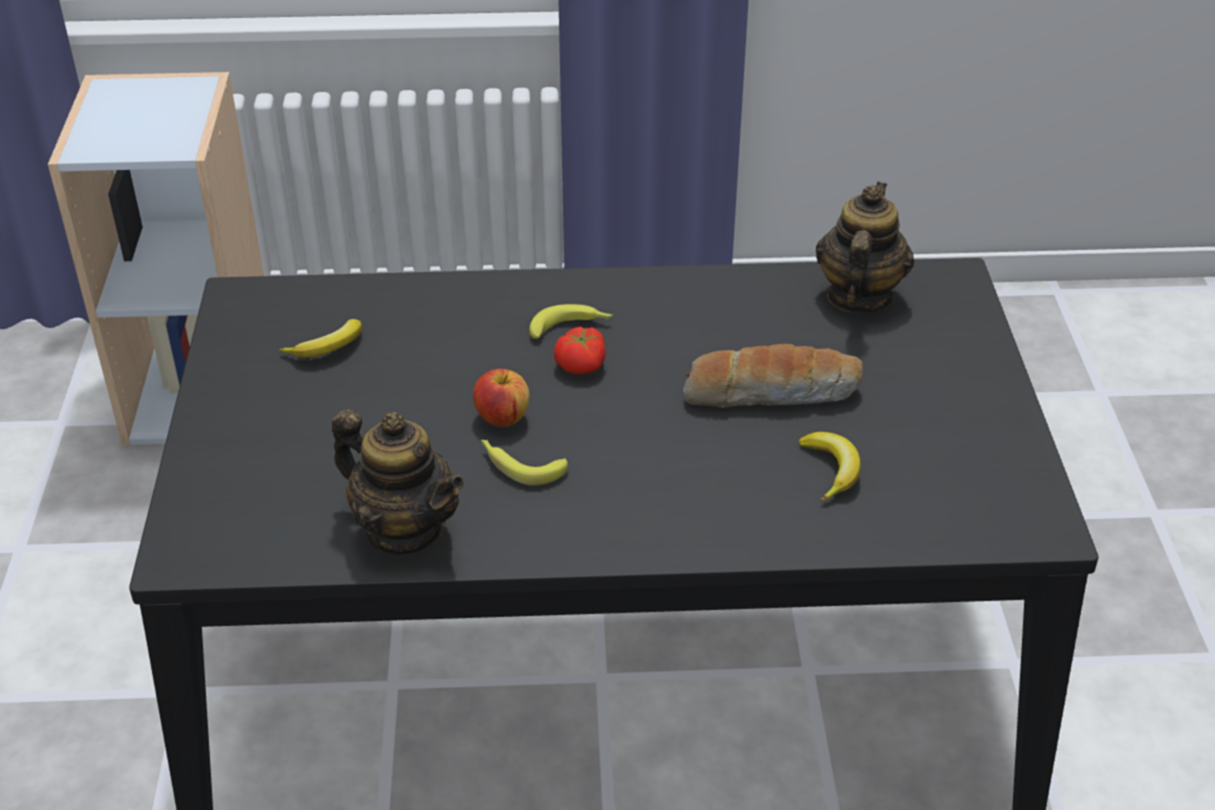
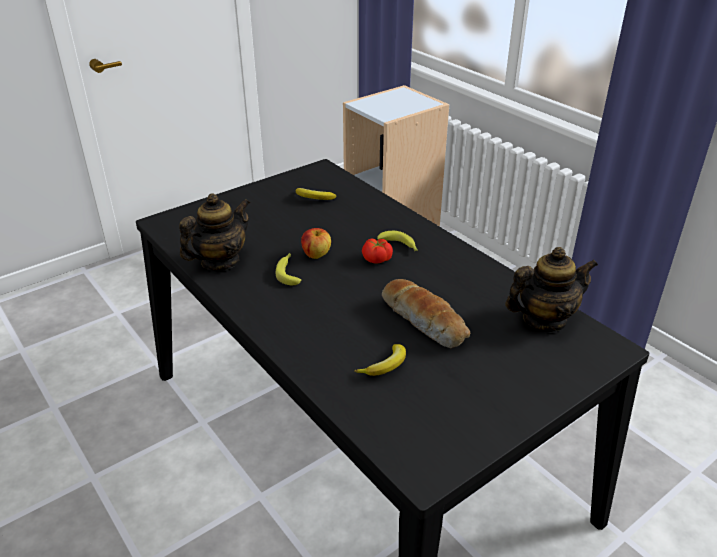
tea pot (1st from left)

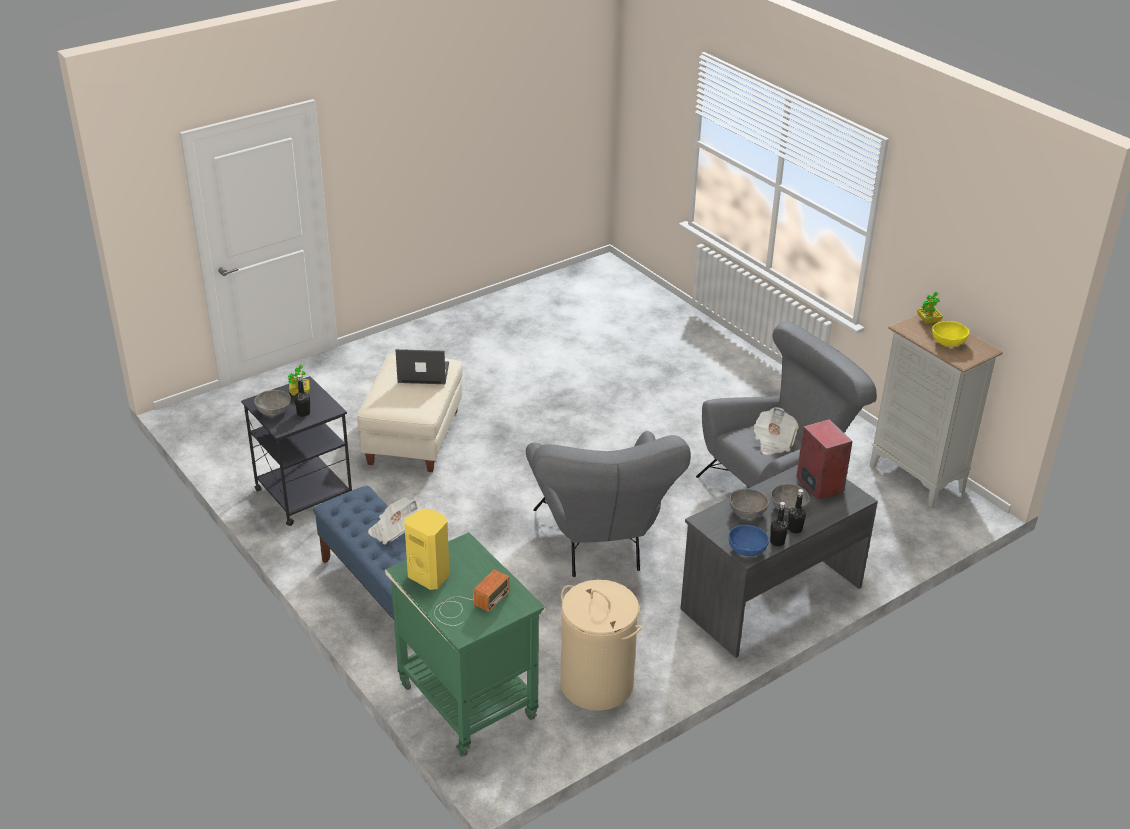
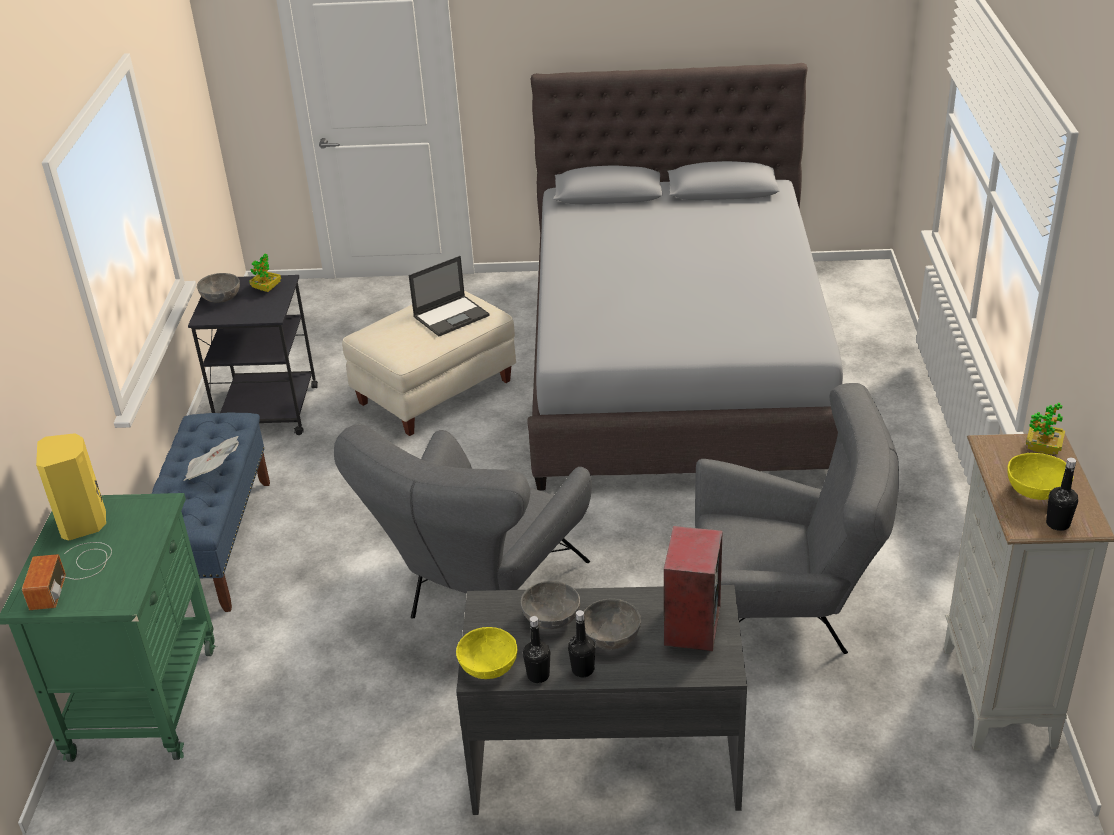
beige laundry basket; daily paper (2nd from left in the first image); grey bedroom bed; black-coloured beverage bottle (3rd from left); yellow-coloured serving bowl (1st from left); notebook computer; radio receiver

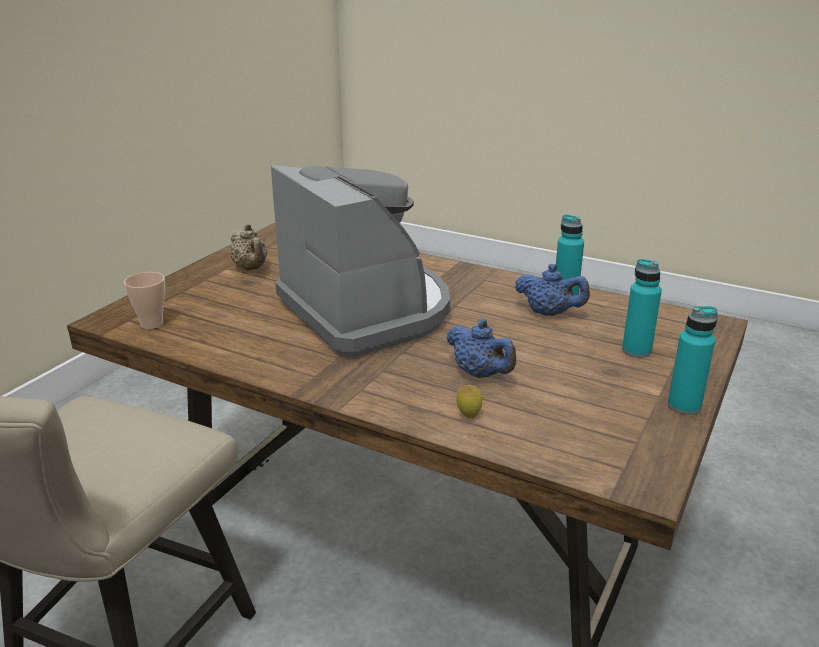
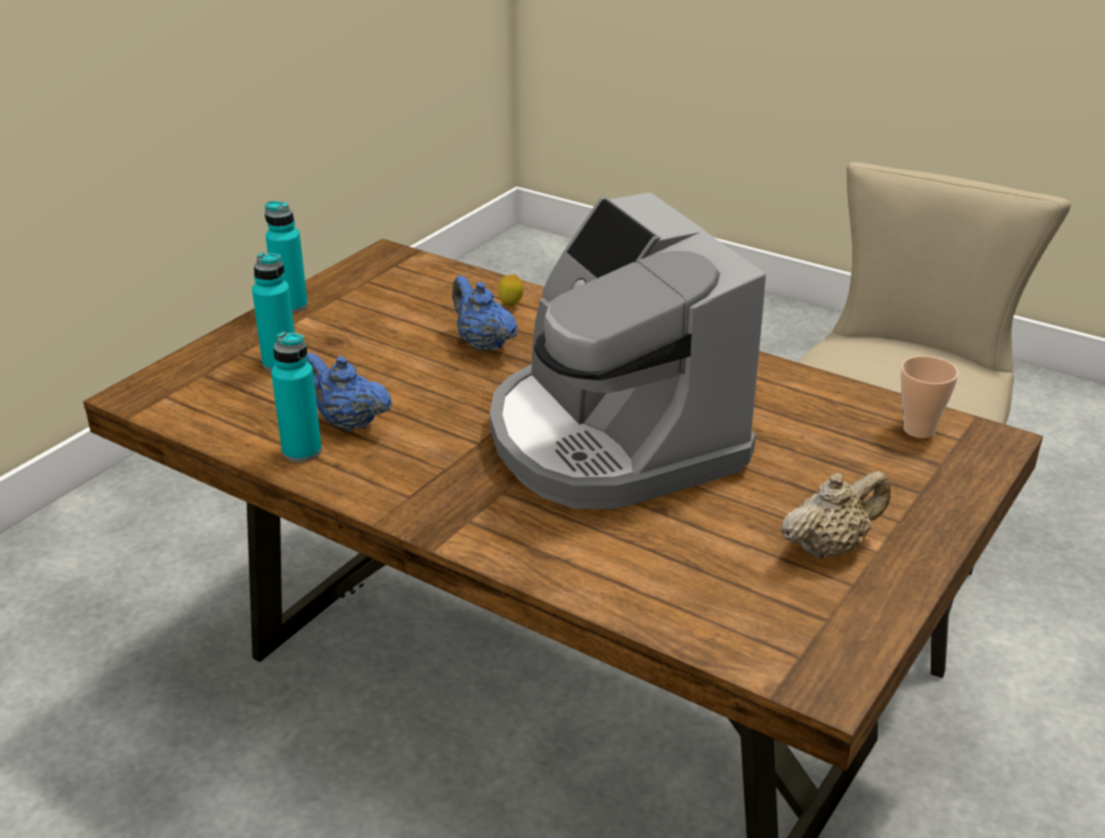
beige tea pot

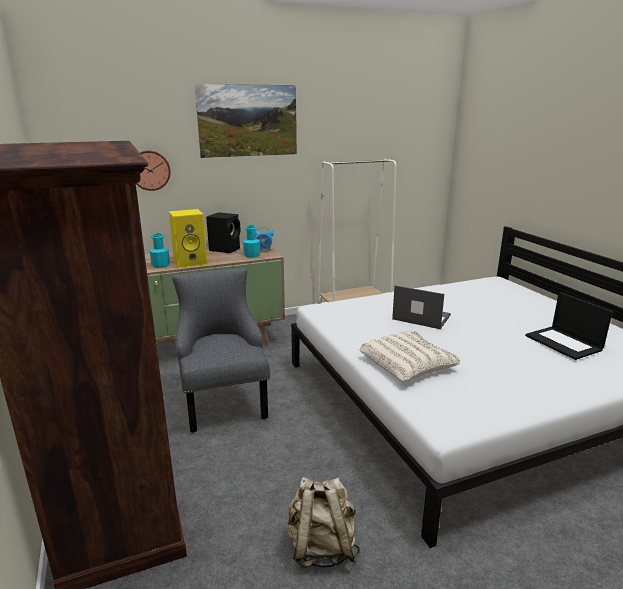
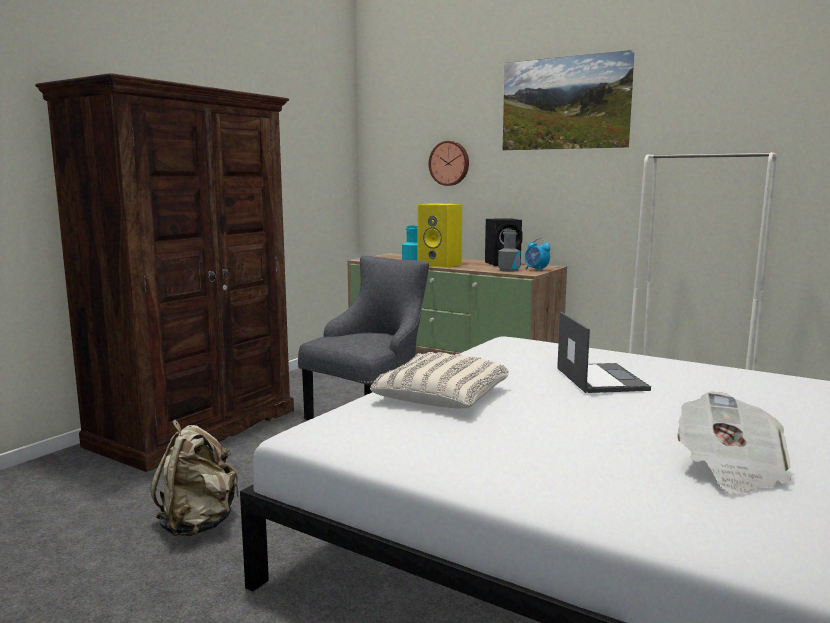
daily paper; grey beverage bottle

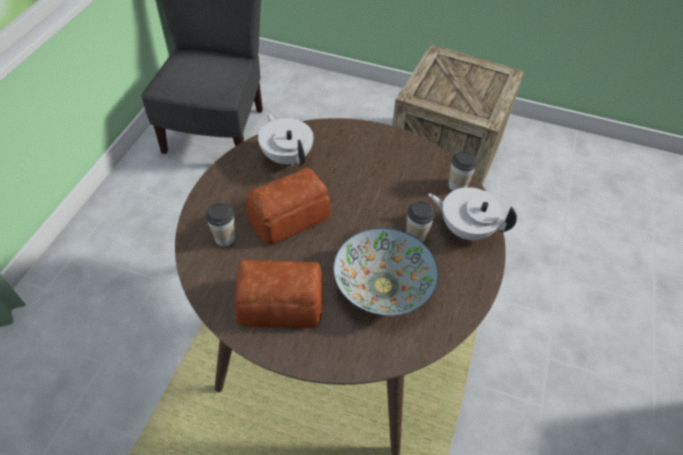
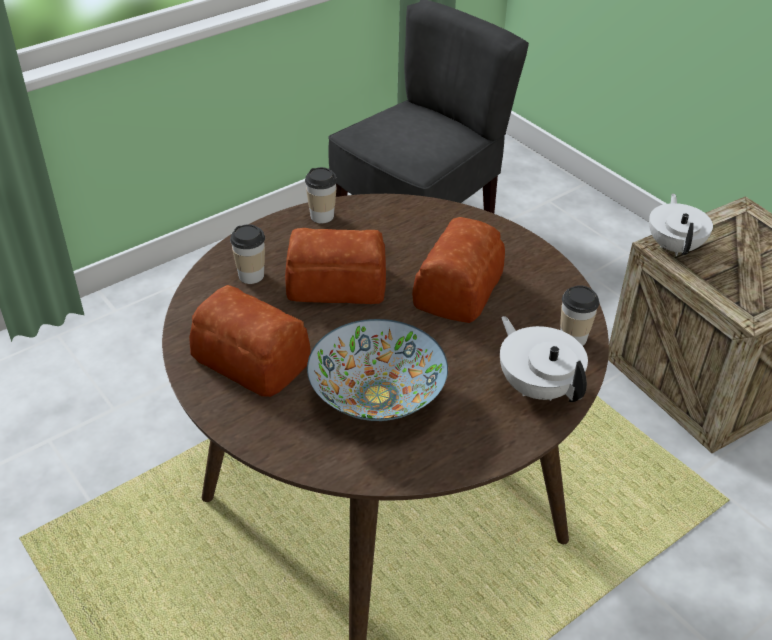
bakery bread (3rd from left); white tea pot (2nd from left); drinking cup (2nd from left)

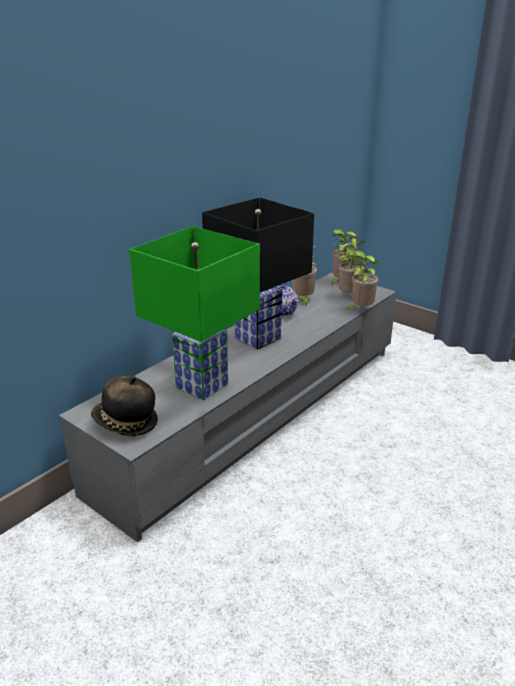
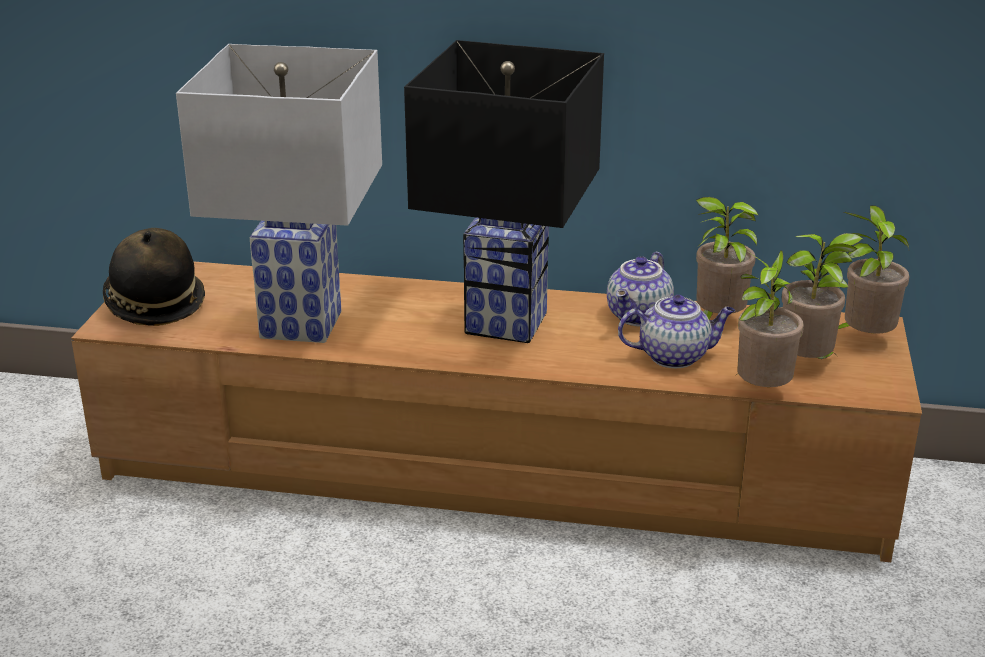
tea pot (2nd from left); brownish tv unit; white lamp for a table

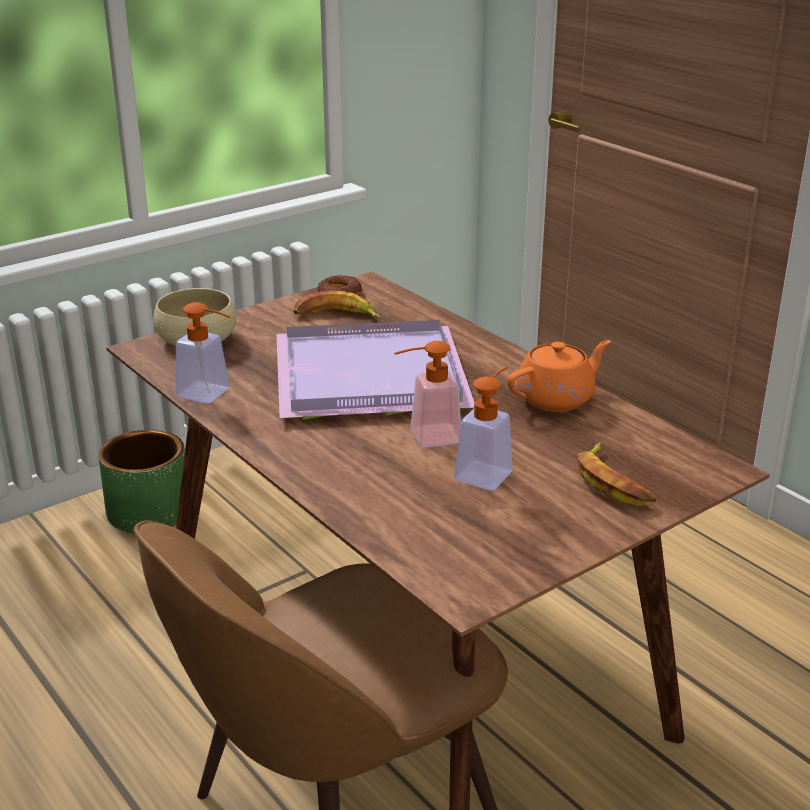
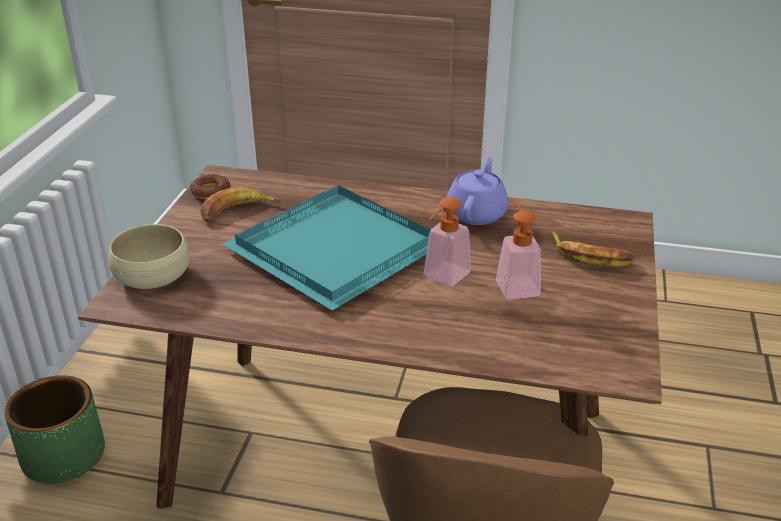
soap dispenser (1st from left in the first image); turquoise tray; purple-coloured tea pot

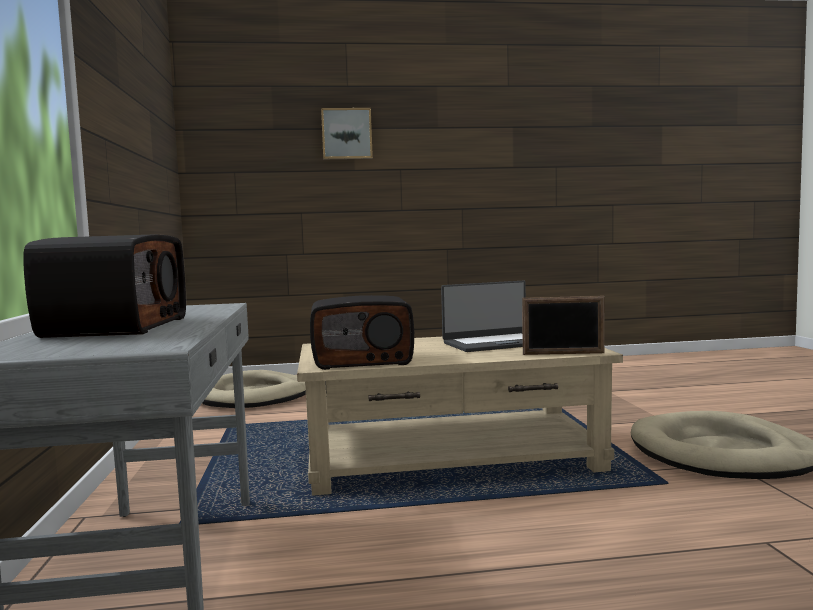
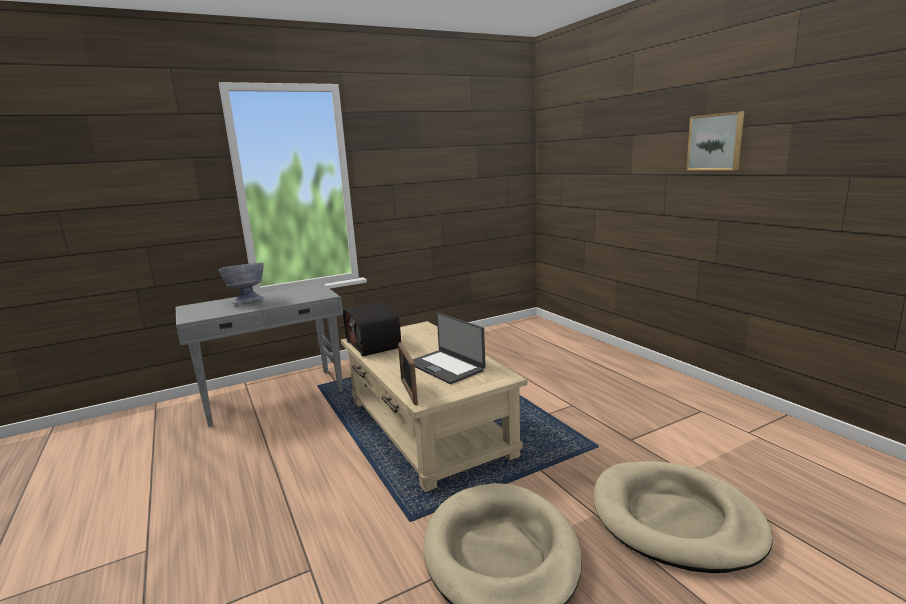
beige dog bed (2nd from left); picture; grey serving bowl

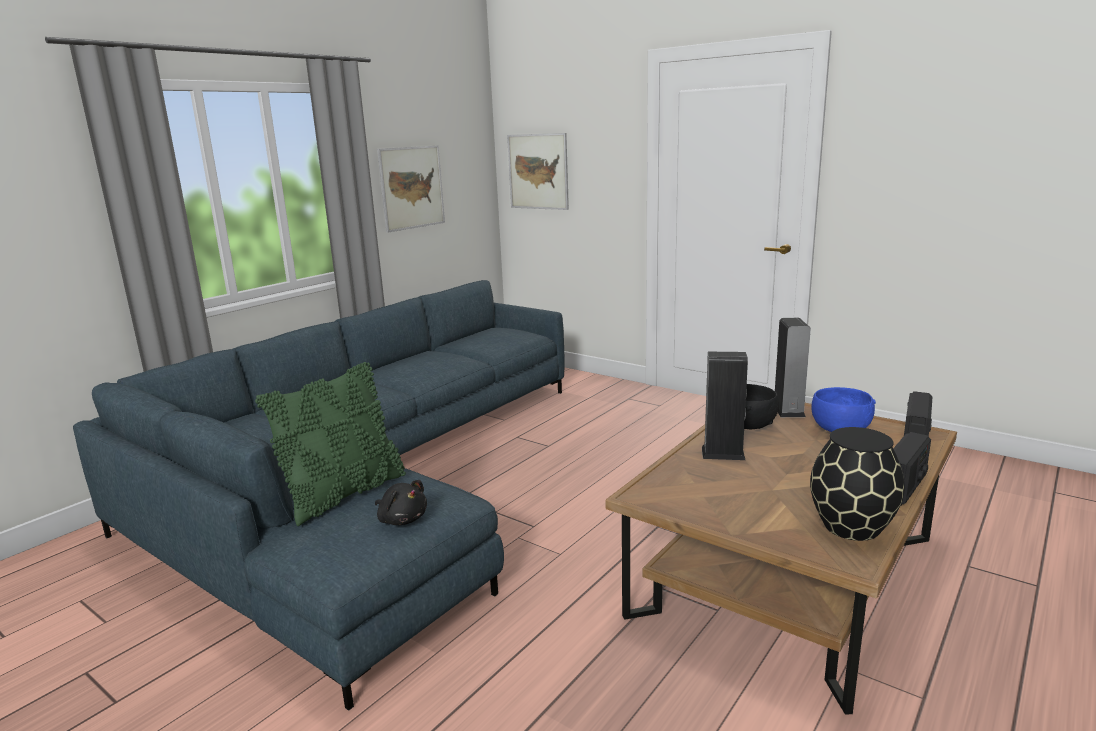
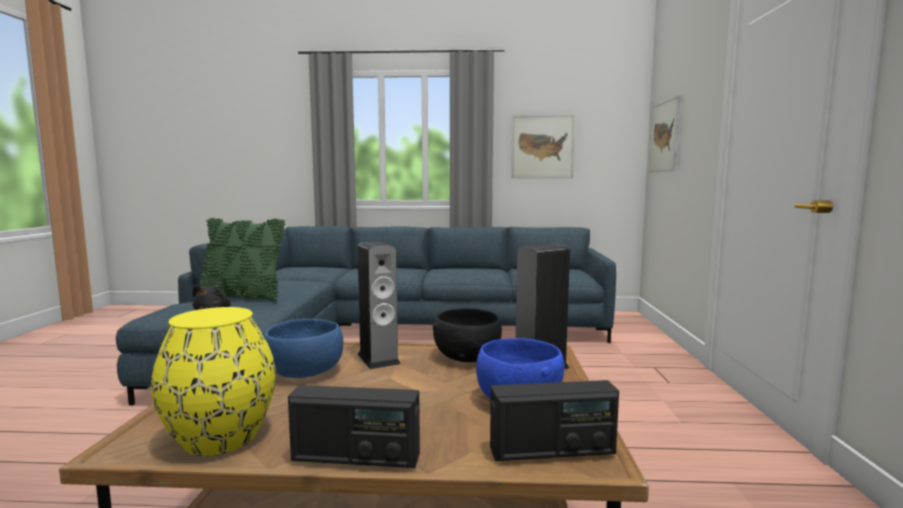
blue serving bowl (1st from left); yellow-coloured decorative vase

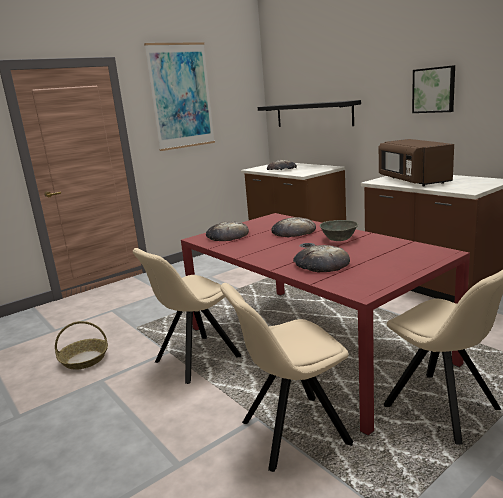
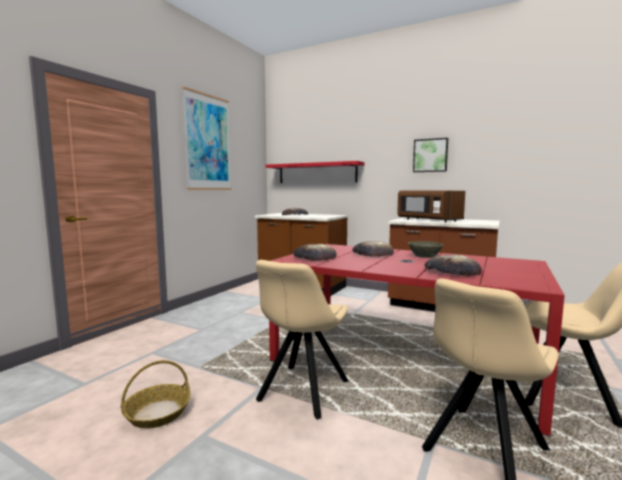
reddish wall shelf

